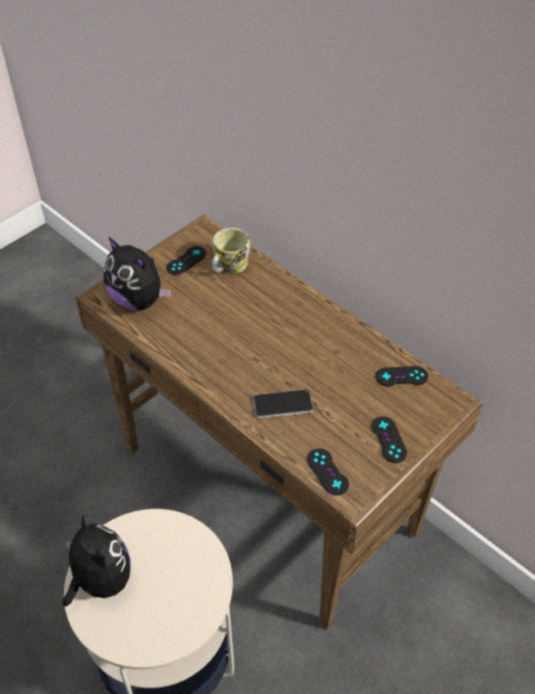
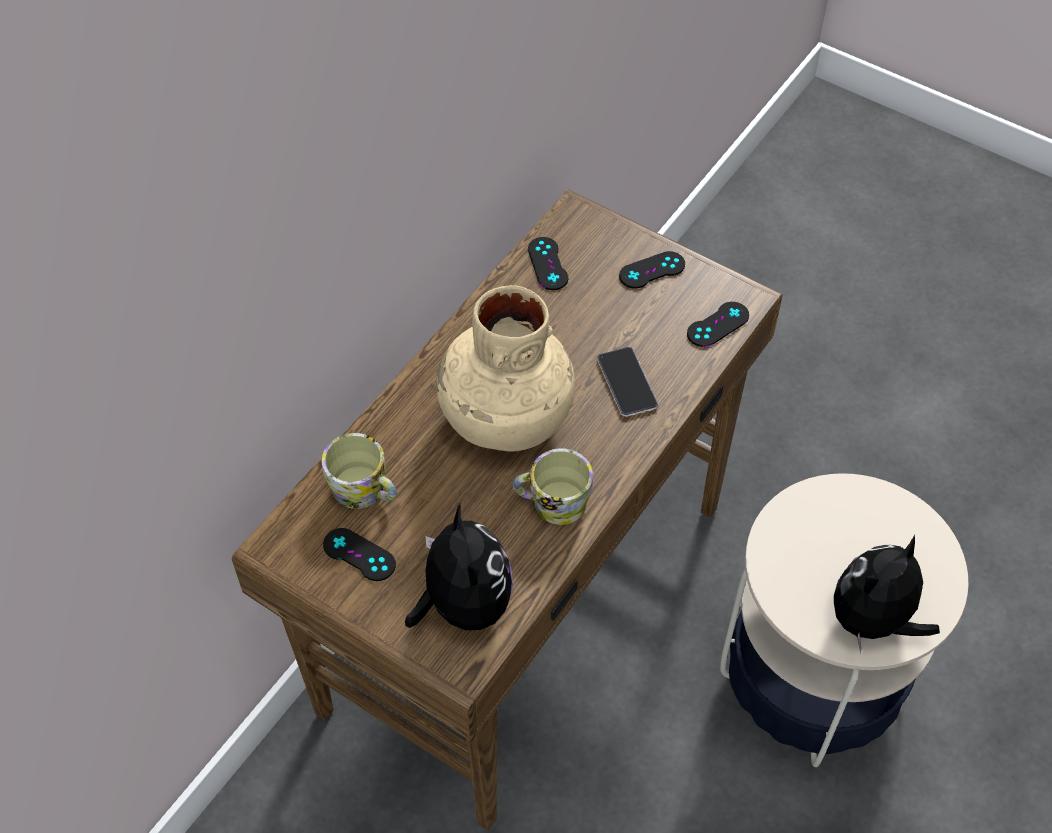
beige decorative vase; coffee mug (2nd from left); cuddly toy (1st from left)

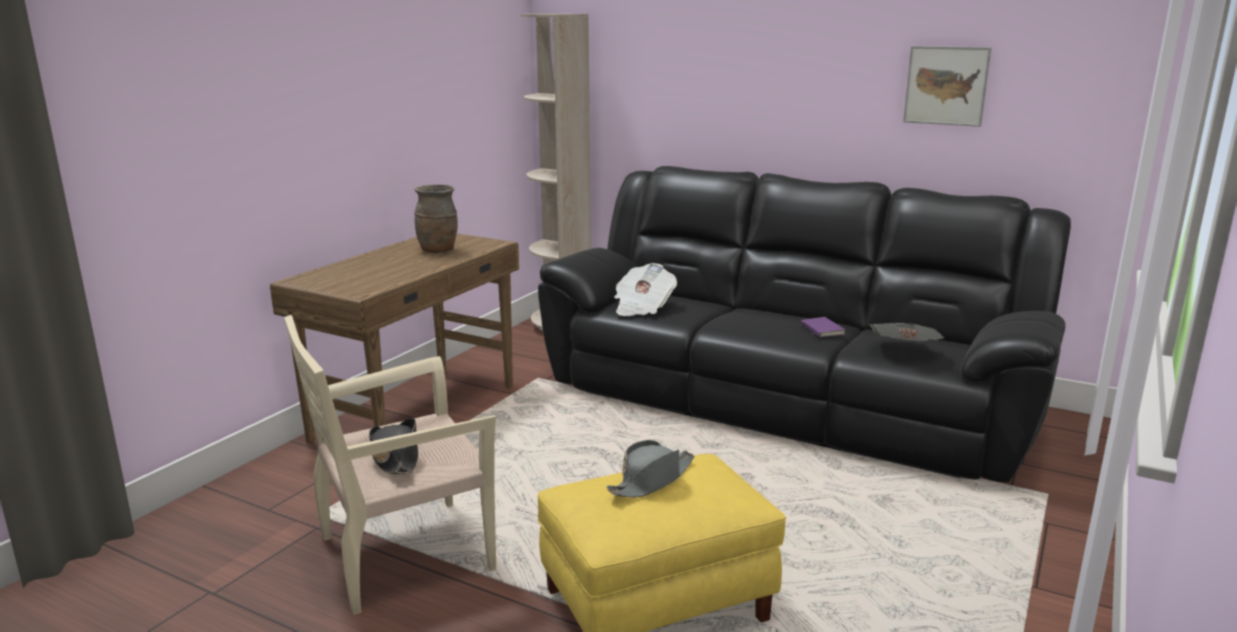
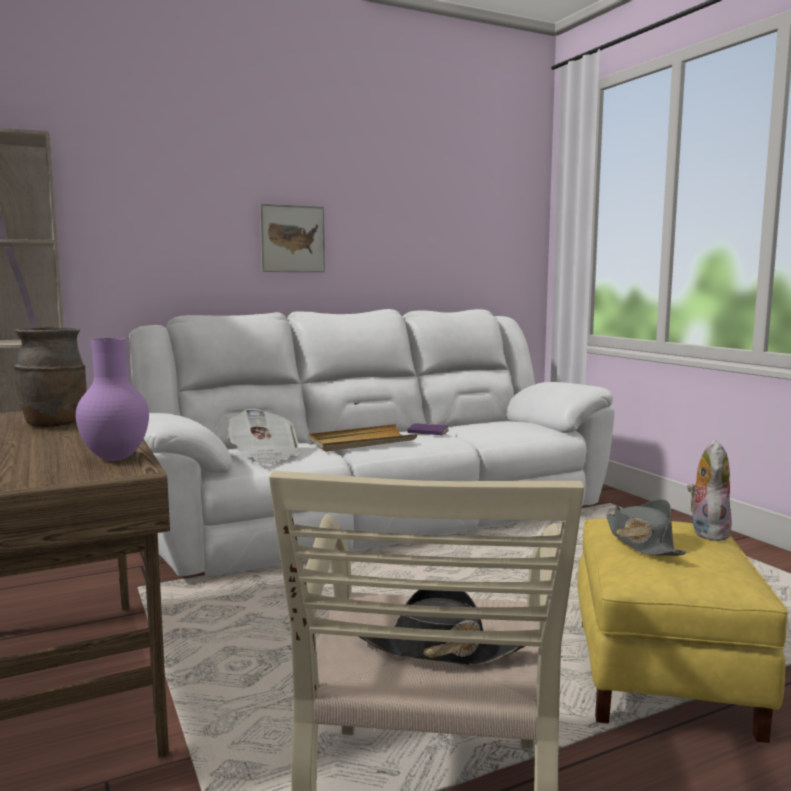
daily paper (2nd from left in the first image); purple-coloured decorative vase; beige tray; cuddly toy; picture; white settee

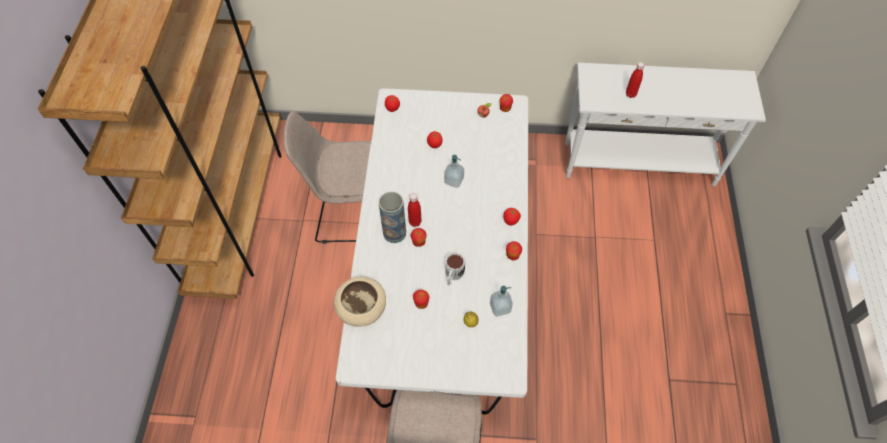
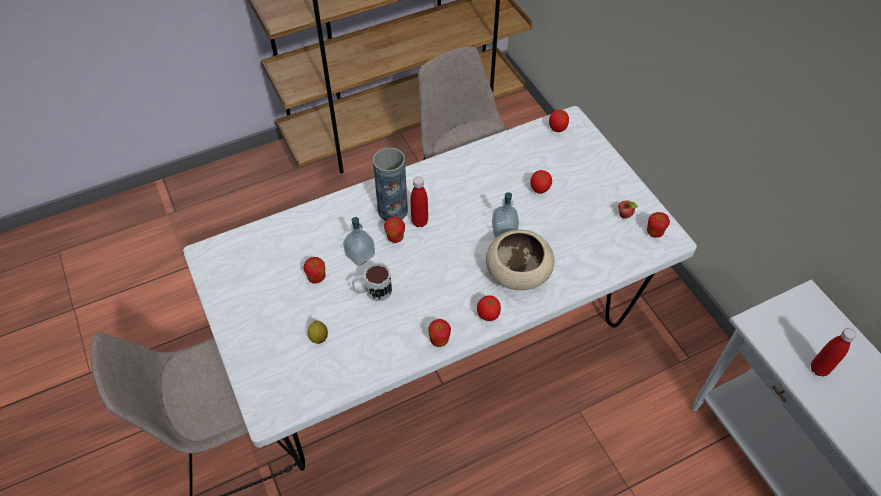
beige serving bowl; soap dispenser (1st from left)

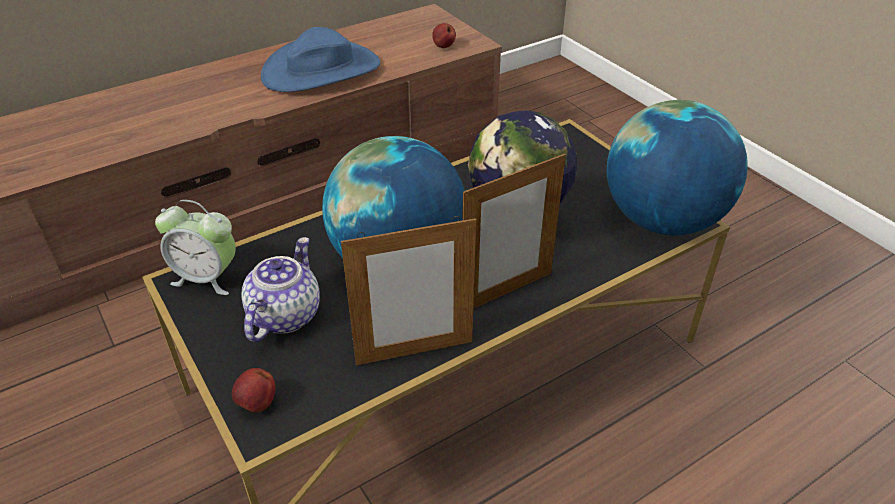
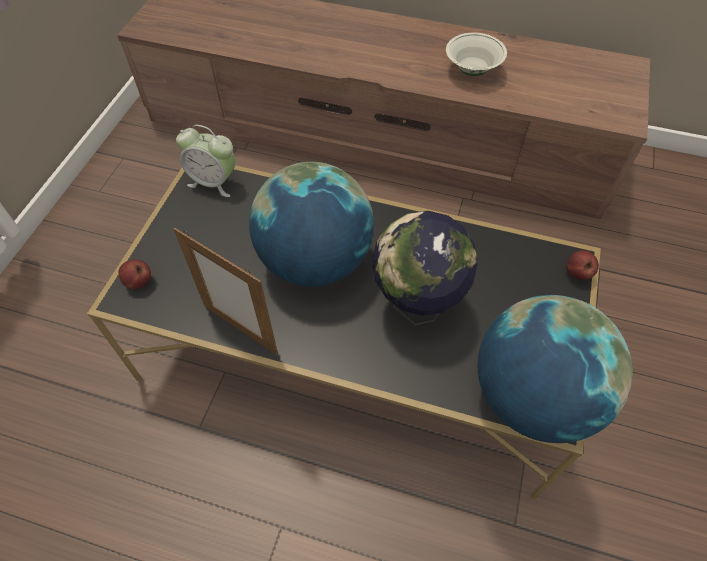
tea pot; standing frame (2nd from left in the first image); apple (2nd from left); white serving bowl; bedside clock

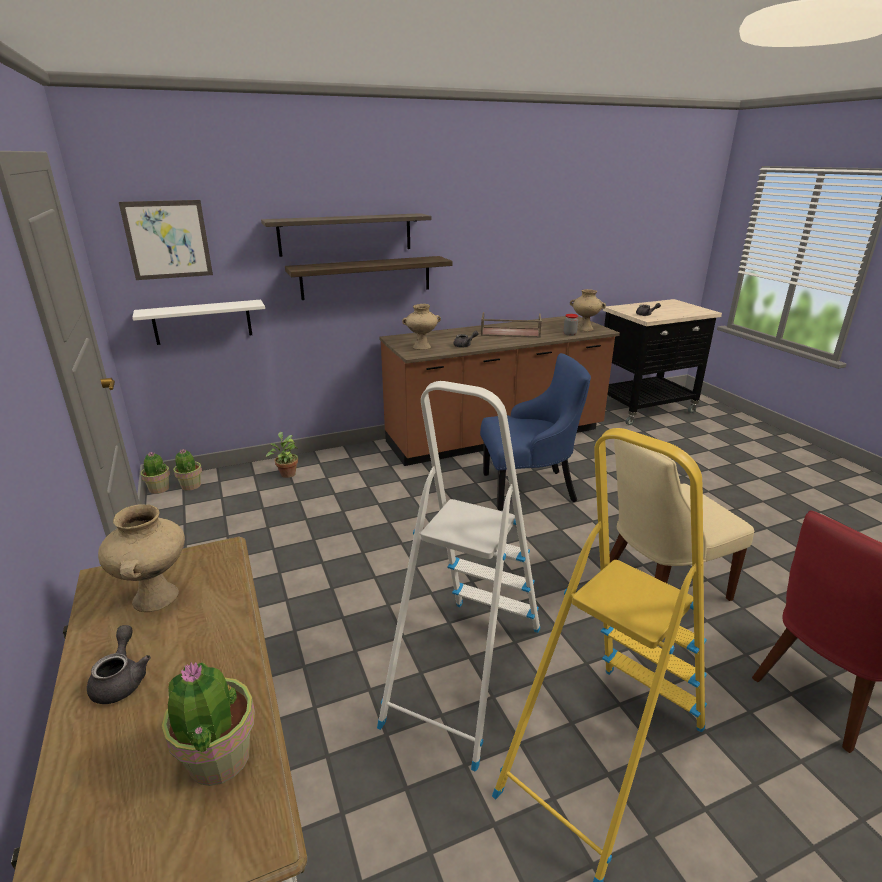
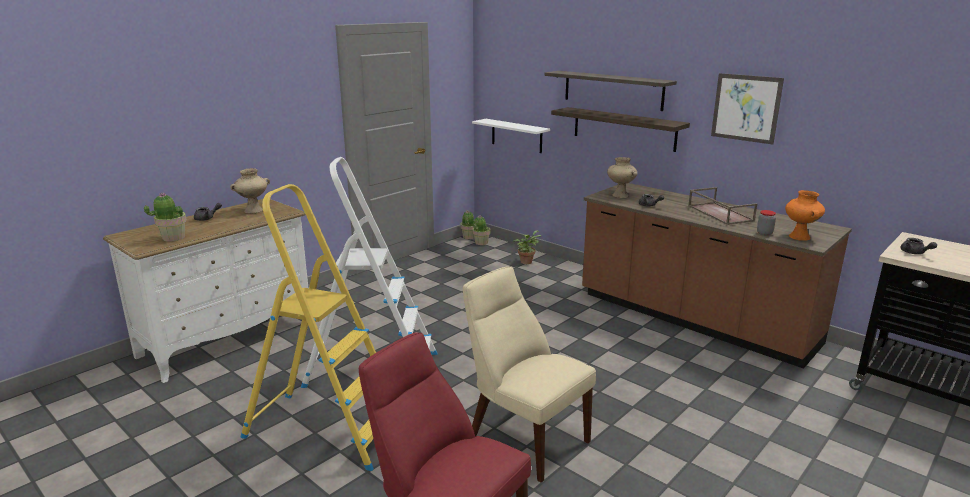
blue upright chair; picture; orange decorative vase

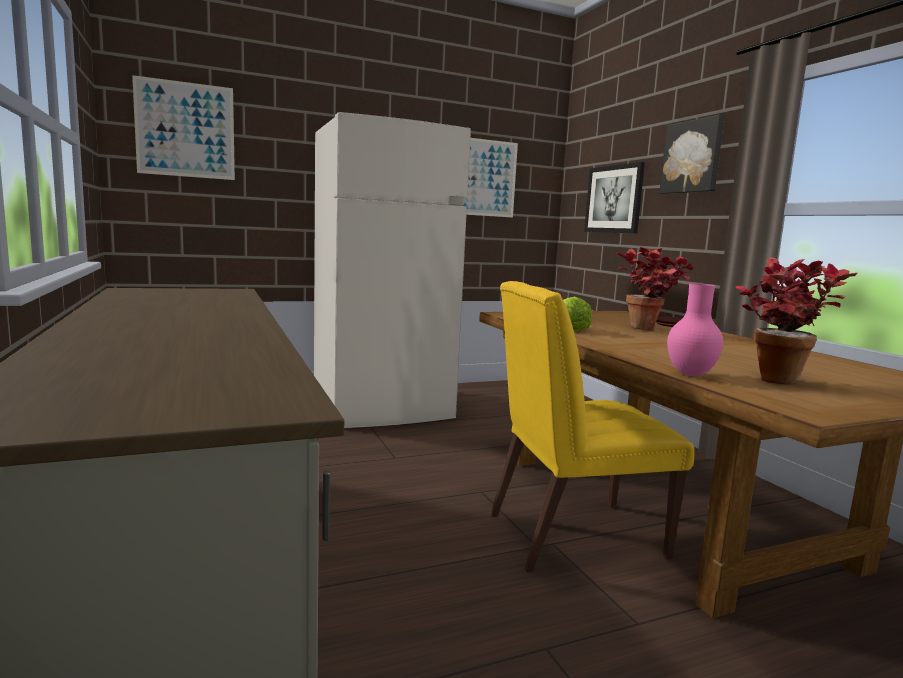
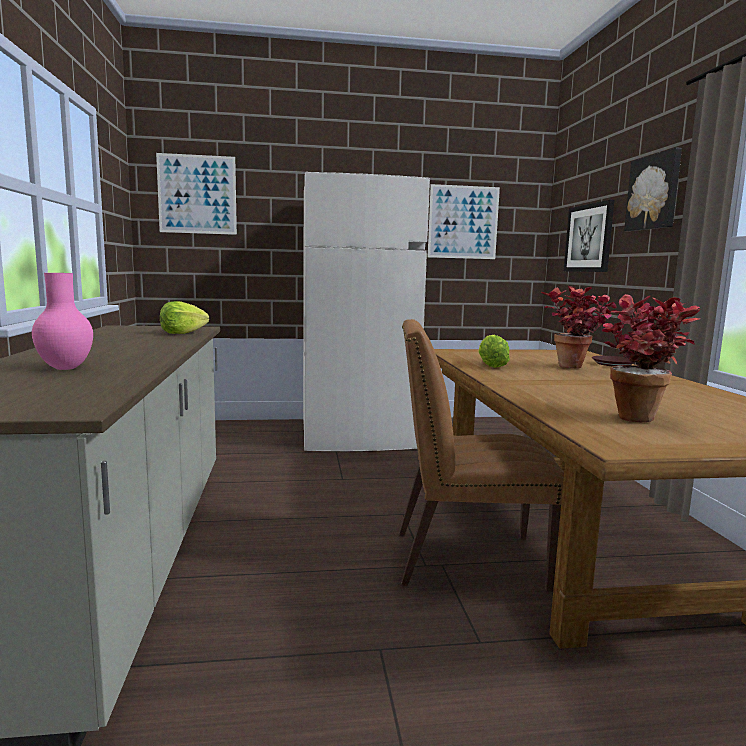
head of lettuce (1st from left); pink-coloured decorative vase; brownish upright chair

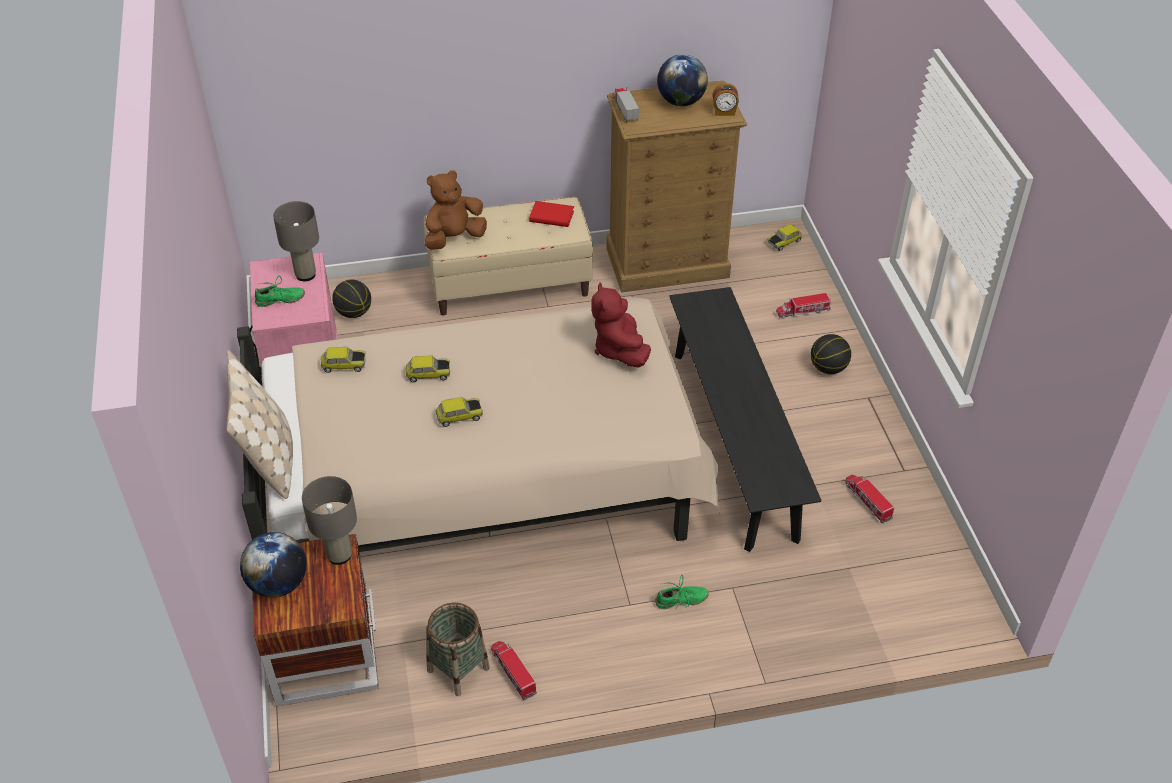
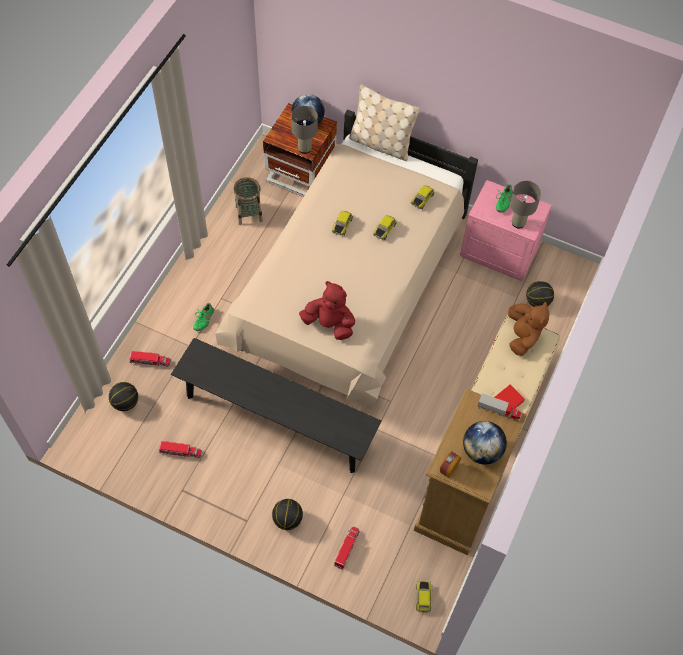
basketball ball (1st from left); toy lorry (1st from left)

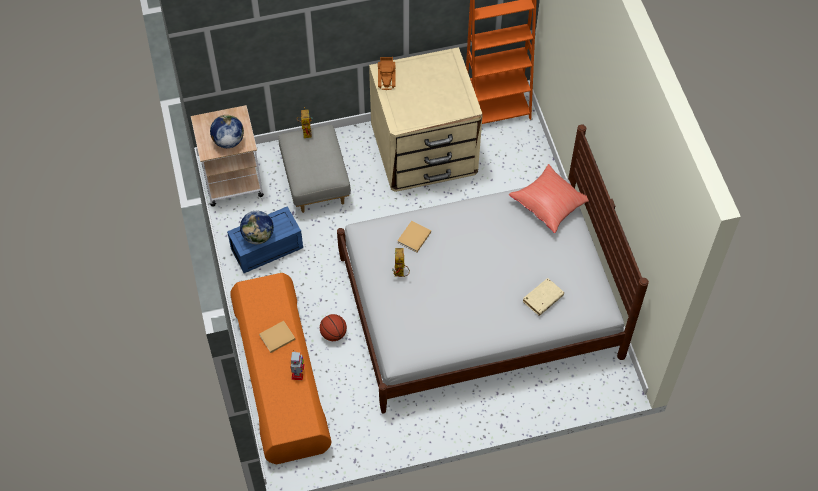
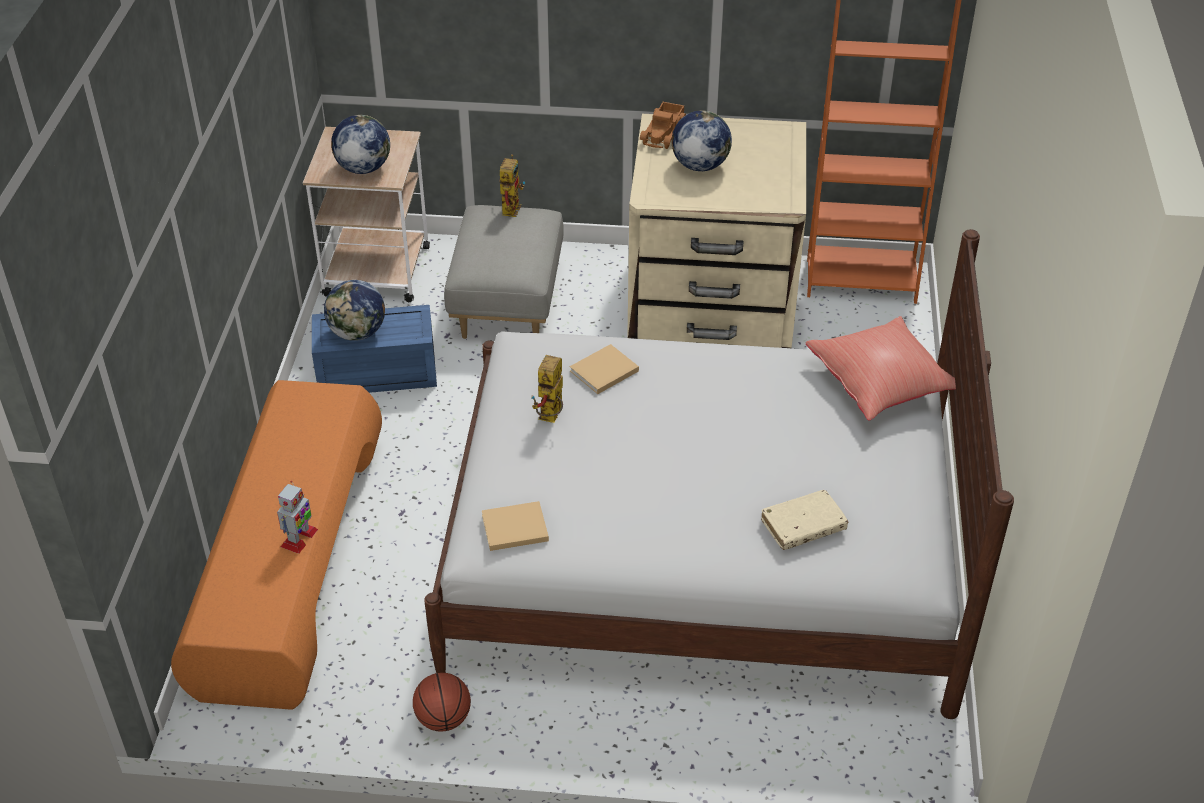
globe (3rd from left); beige book (1st from left); basketball ball

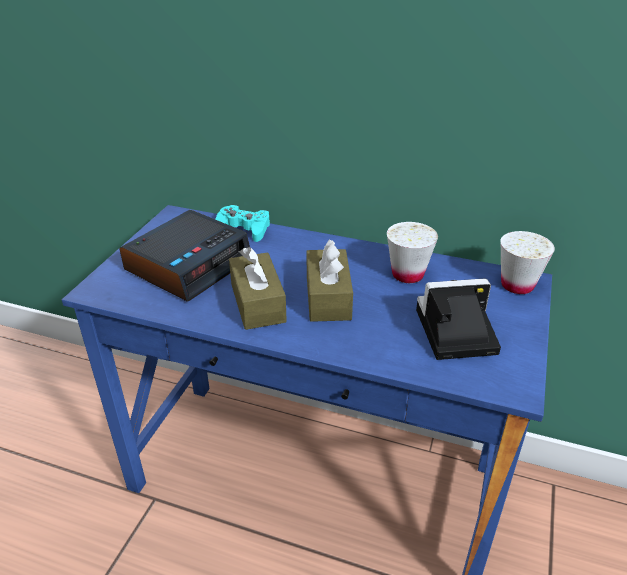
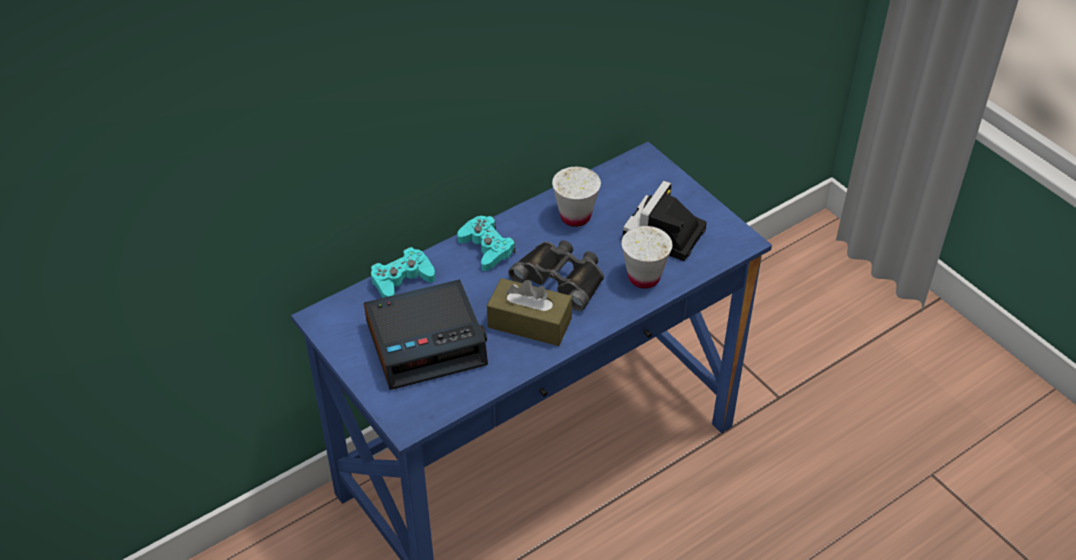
turquoise gamepad (2nd from left); white drinking cup (2nd from left); black-coloured binoculars; bedside clock

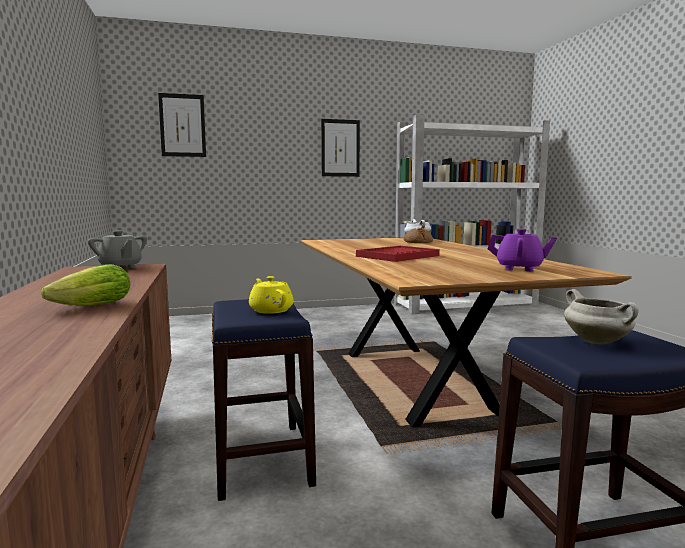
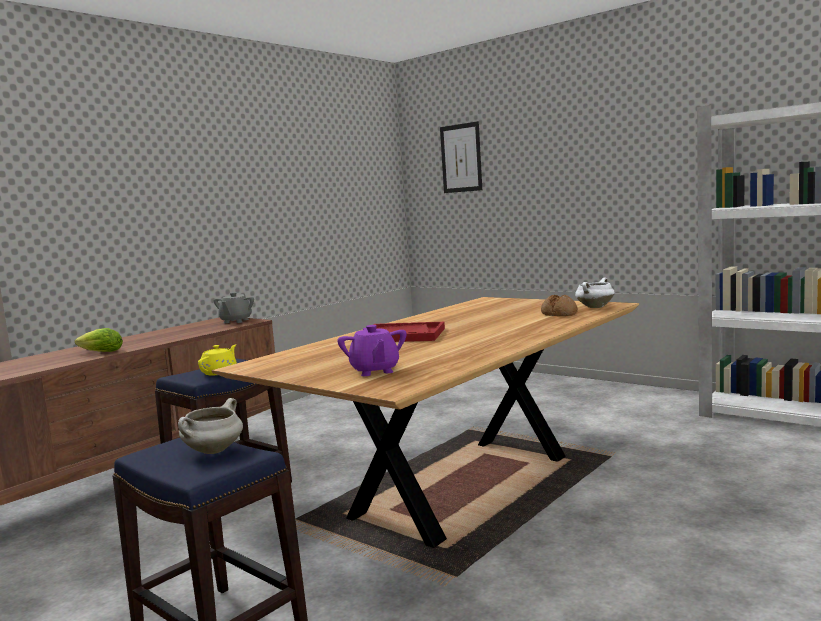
picture (2nd from left in the first image)

